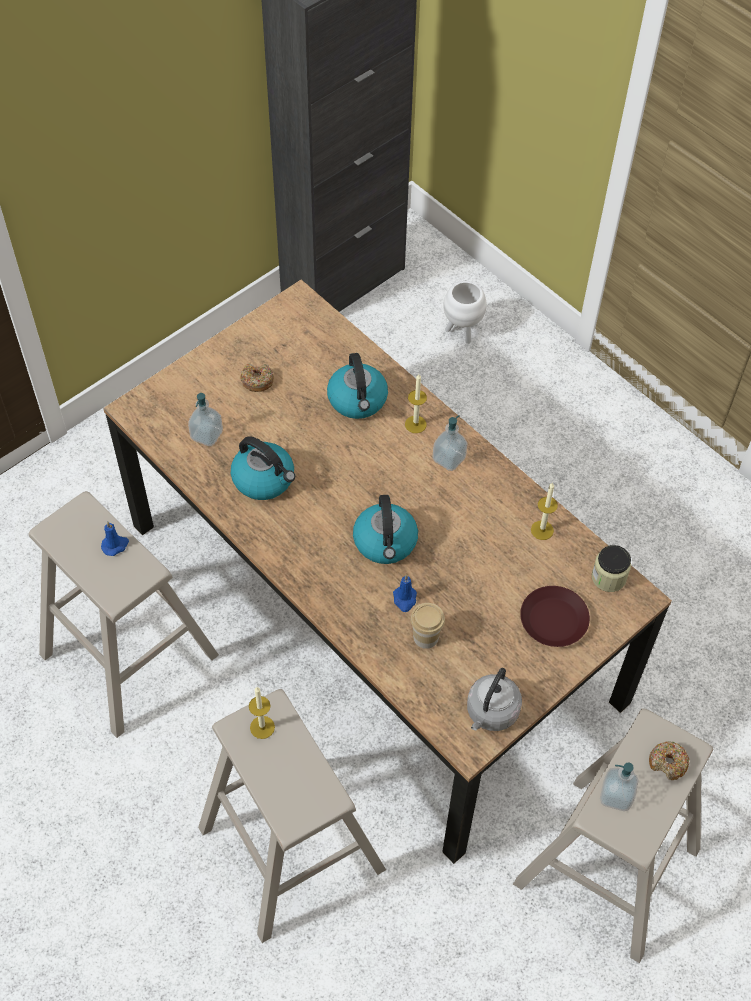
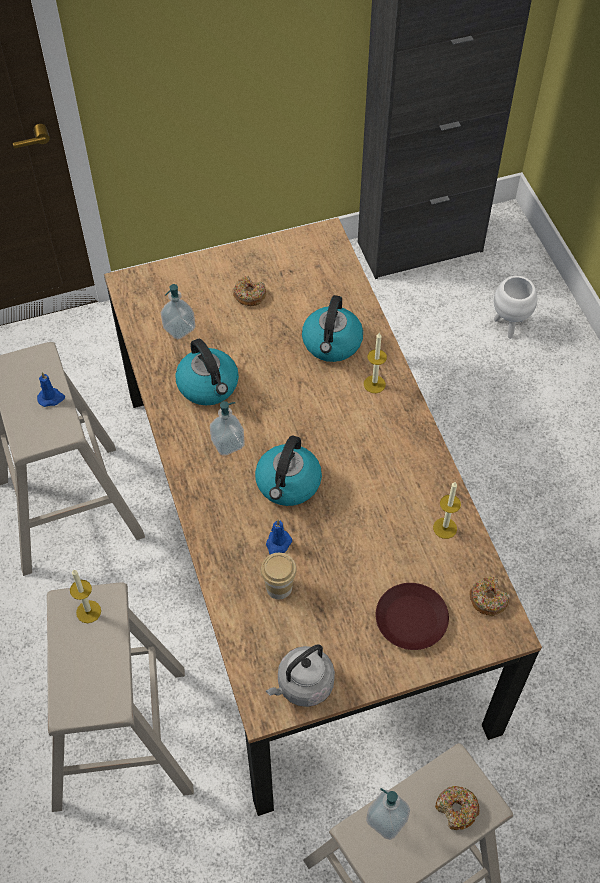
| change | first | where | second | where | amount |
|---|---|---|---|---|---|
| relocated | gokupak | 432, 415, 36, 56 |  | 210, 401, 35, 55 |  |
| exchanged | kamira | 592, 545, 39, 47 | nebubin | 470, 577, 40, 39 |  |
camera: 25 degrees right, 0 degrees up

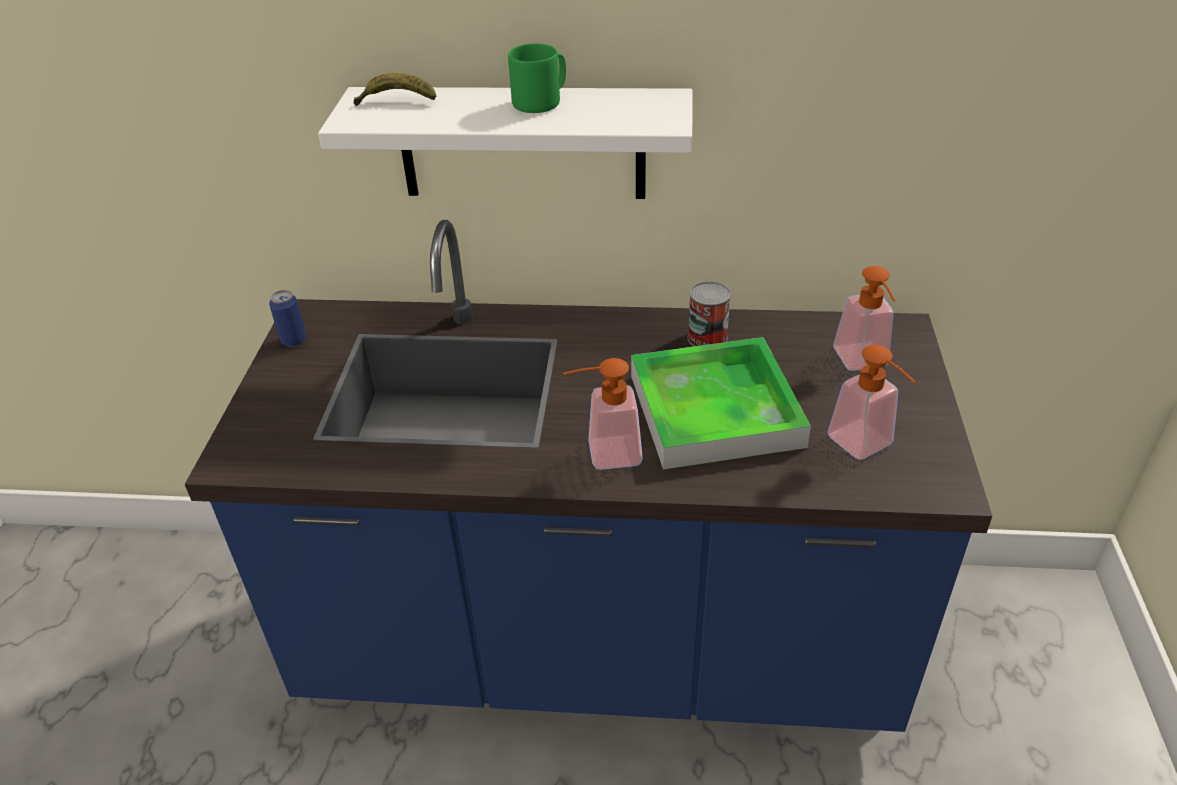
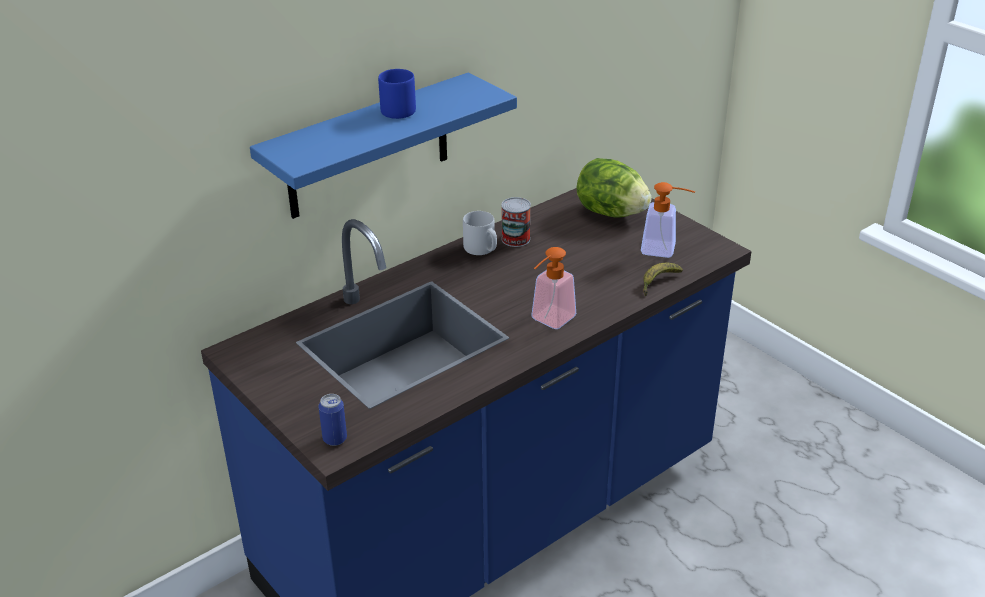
| change | first | where | second | where | amount |
|---|---|---|---|---|---|
| relocated | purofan | 269, 290, 37, 57 |  | 318, 394, 29, 52 |  |
| colour | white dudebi | 318, 87, 374, 112 | blue dudebi | 250, 73, 267, 146 |  |
| relocated | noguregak | 354, 73, 82, 33 |  | 643, 263, 40, 33 |  |
| colour | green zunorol | 508, 43, 58, 70 | blue zunorol | 378, 69, 38, 50 |  |
| missing | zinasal | 631, 337, 180, 133 |  |  |  |
| exchanged | gokupak | 833, 266, 63, 105 | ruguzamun | 576, 158, 75, 60 |  |
| appeared |  |  | grey zunorol | 463, 211, 34, 44 |  |
camera: 45 degrees left, 5 degrees down

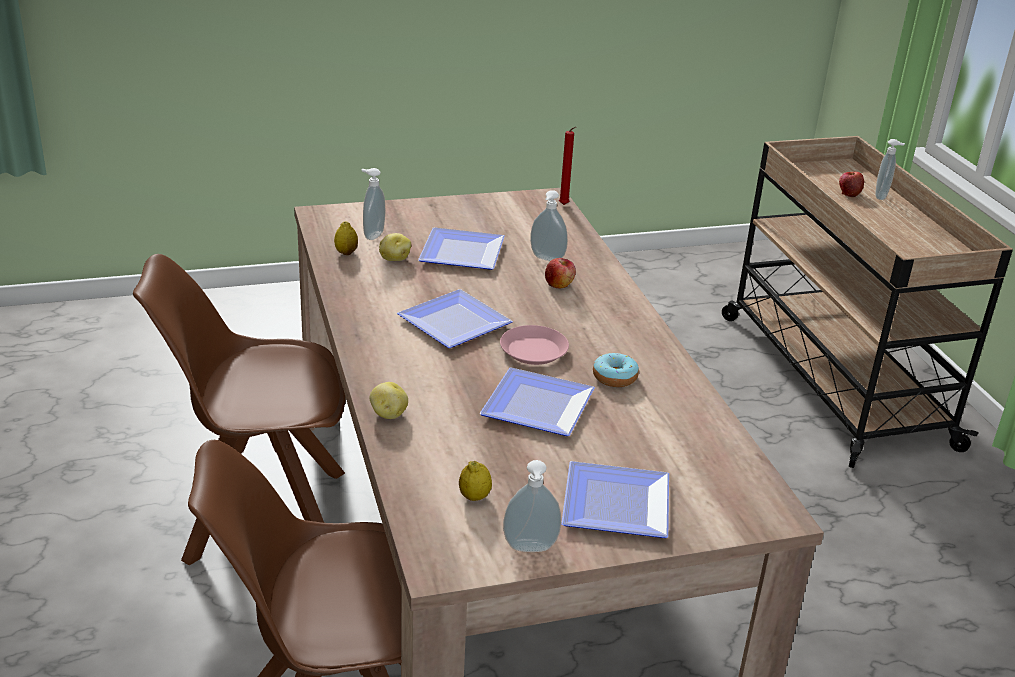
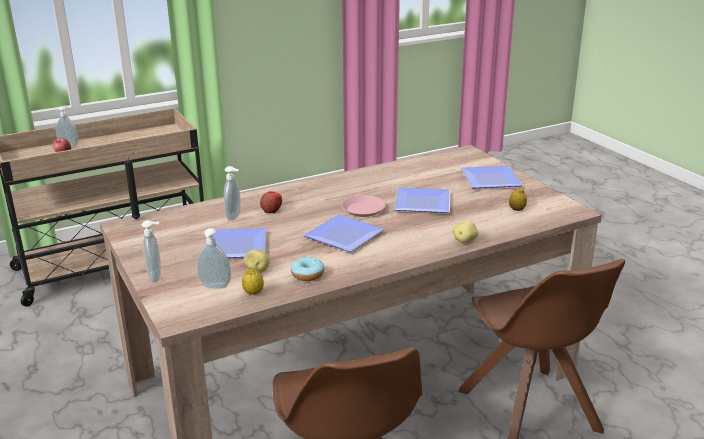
| change | first | where | second | where | amount |
|---|---|---|---|---|---|
| relocated | gokupak | 503, 460, 58, 92 |  | 142, 220, 19, 62 |  |
| colour | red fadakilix | 559, 127, 17, 78 | black fadakilix | 125, 152, 16, 67 |  |
| relocated | nebubin | 593, 353, 46, 34 |  | 291, 257, 33, 24 |  |
camera: 100 degrees left, 5 degrees down

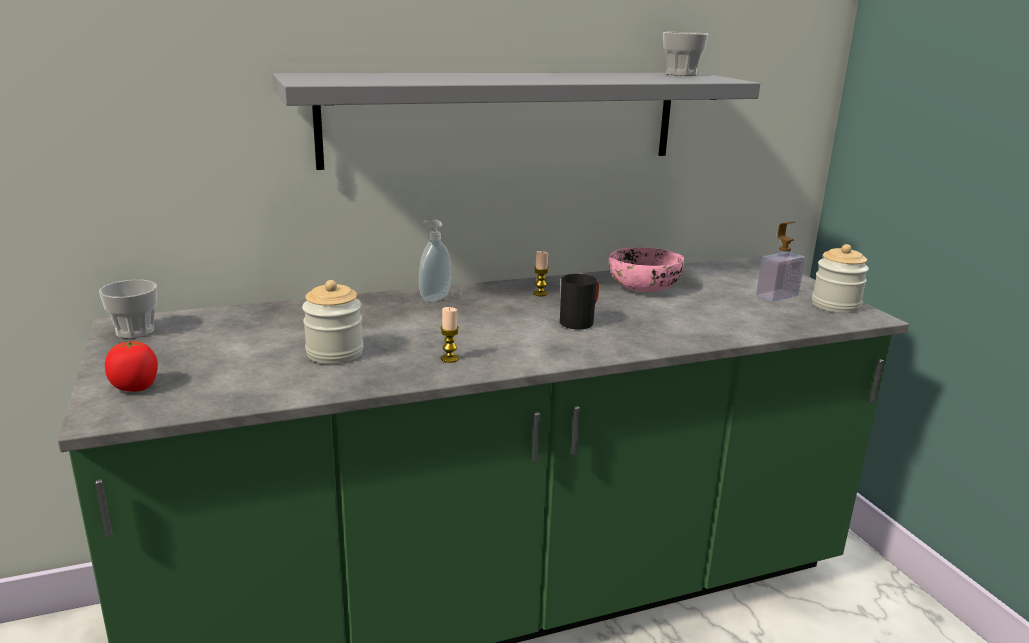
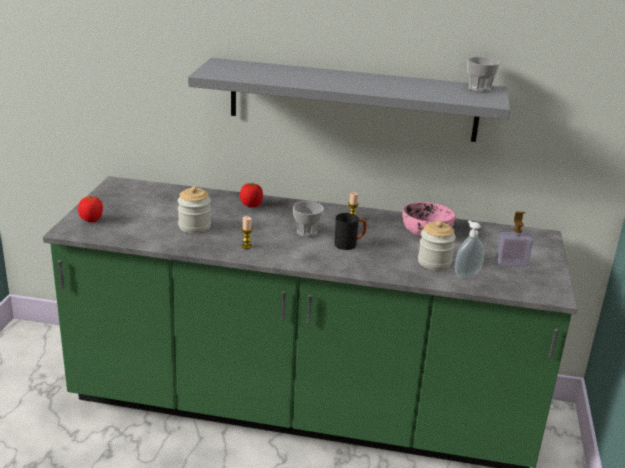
| change | first | where | second | where | amount |
|---|---|---|---|---|---|
| relocated | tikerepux | 99, 280, 58, 58 |  | 293, 201, 31, 36 |  |
| relocated | gokupak | 419, 220, 32, 82 |  | 455, 220, 29, 58 |  |
| relocated | kamira | 812, 244, 57, 69 |  | 418, 221, 38, 49 |  |
| appeared |  |  | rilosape | 240, 183, 23, 24 |  |
camera: 30 degrees right, 5 degrees up

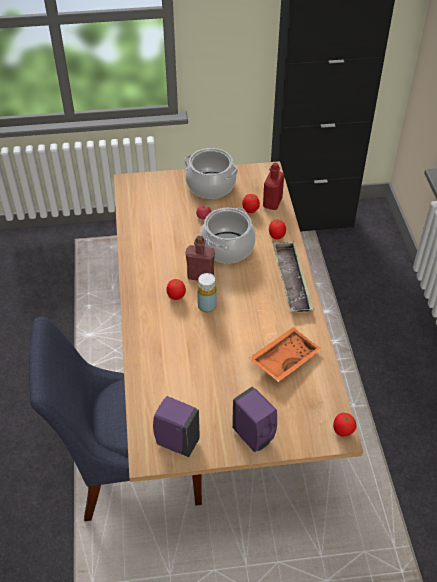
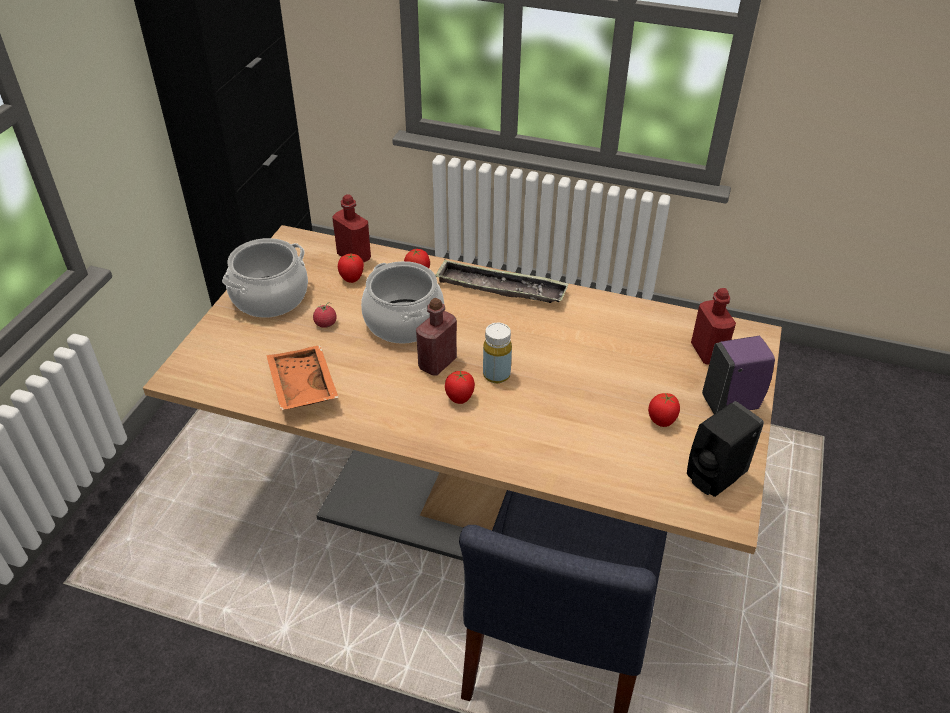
| change | first | where | second | where | amount |
|---|---|---|---|---|---|
| colour | purple gokupak | 153, 396, 47, 61 | black gokupak | 687, 401, 77, 96 |  |
| relocated | orange zinasal | 249, 327, 73, 55 |  | 266, 345, 73, 65 |  |
| relocated | rilosape | 333, 413, 23, 24 |  | 648, 393, 32, 34 |  |
| appeared |  |  | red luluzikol | 691, 288, 45, 77 |  |
camera: 65 degrees left, 5 degrees down

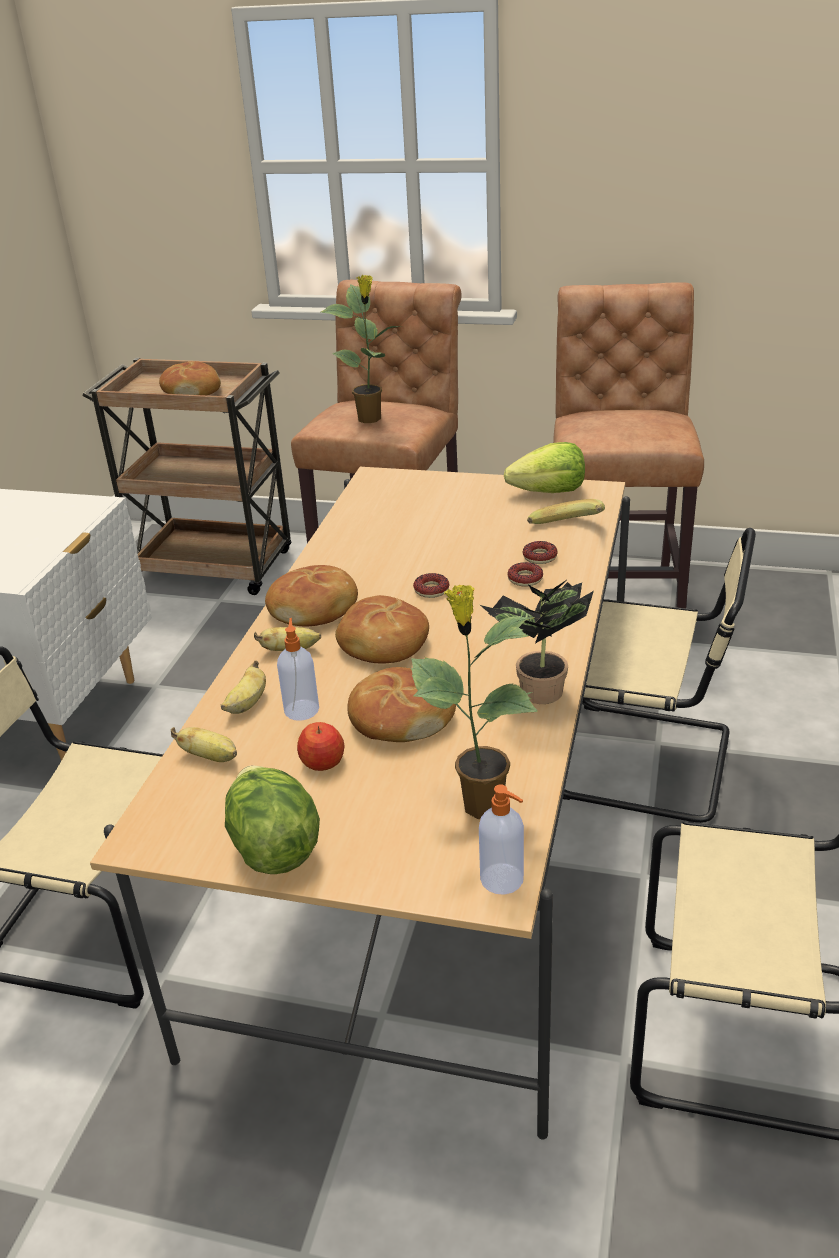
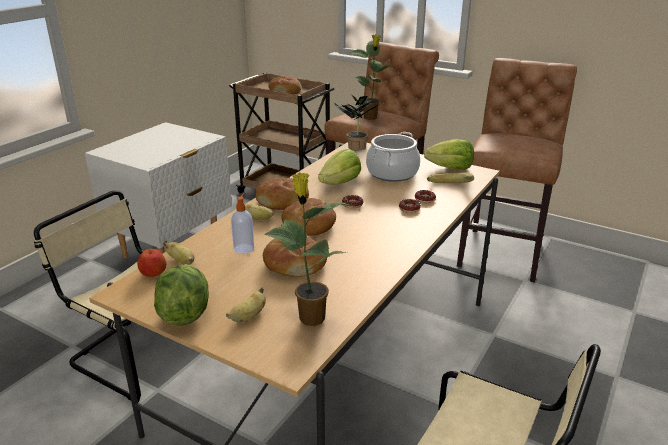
| change | first | where | second | where | amount |
|---|---|---|---|---|---|
| relocated | noguregak | 221, 660, 45, 54 |  | 226, 288, 40, 34 |  |
| relocated | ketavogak | 297, 722, 48, 49 |  | 137, 249, 29, 28 |  |
| missing | gokupak | 479, 784, 45, 111 |  |  |  |
| relocated | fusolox | 480, 581, 114, 123 |  | 333, 95, 46, 55 |  |
| missing | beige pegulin | 563, 528, 193, 295 |  |  |  |
| appeared |  |  | ruguzamun | 318, 149, 43, 36 |  |
| appeared |  |  | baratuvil | 366, 132, 54, 50 |  |
camera: 15 degrees right, 5 degrees down

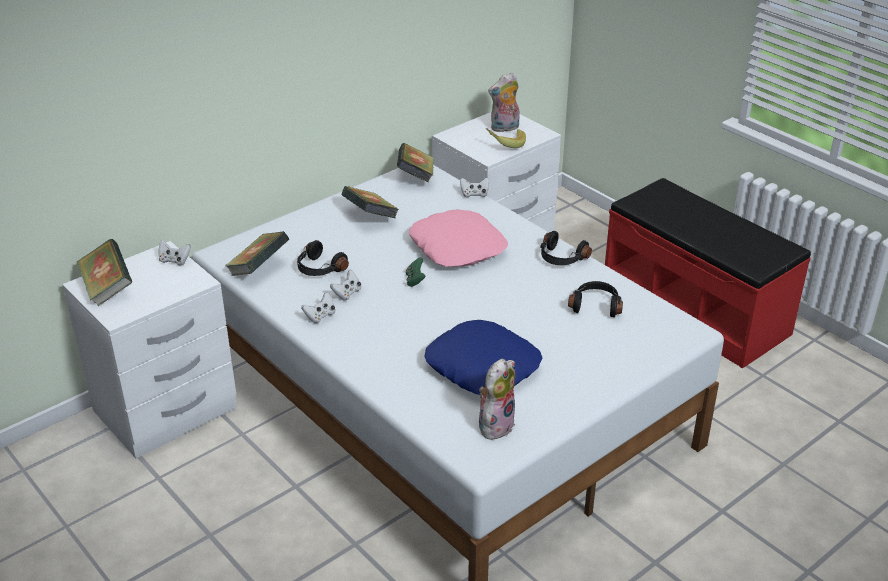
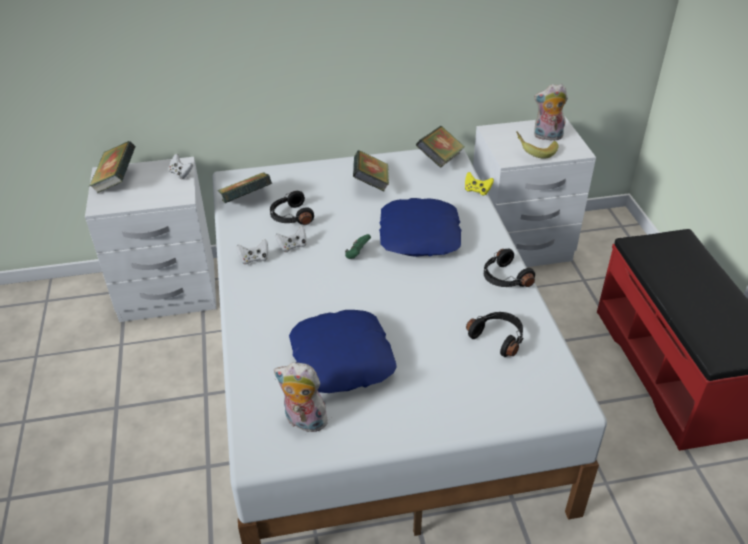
| change | first | where | second | where | amount |
|---|---|---|---|---|---|
| colour | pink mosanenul | 409, 209, 99, 58 | blue mosanenul | 379, 198, 82, 59 |  |
| colour | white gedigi | 460, 177, 29, 20 | yellow gedigi | 465, 172, 29, 23 |  |
| spun | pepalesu | 479, 359, 37, 81 |  | 274, 362, 57, 70 | 135 degrees counterclockwise |
camera: 30 degrees right, 5 degrees up

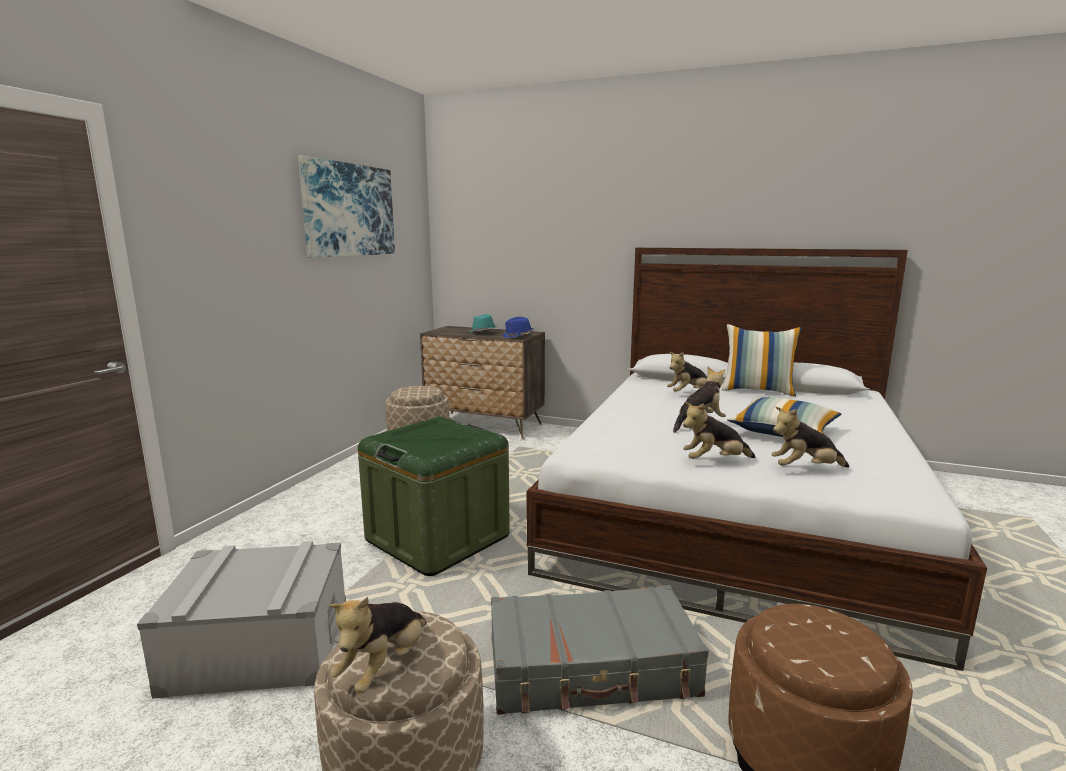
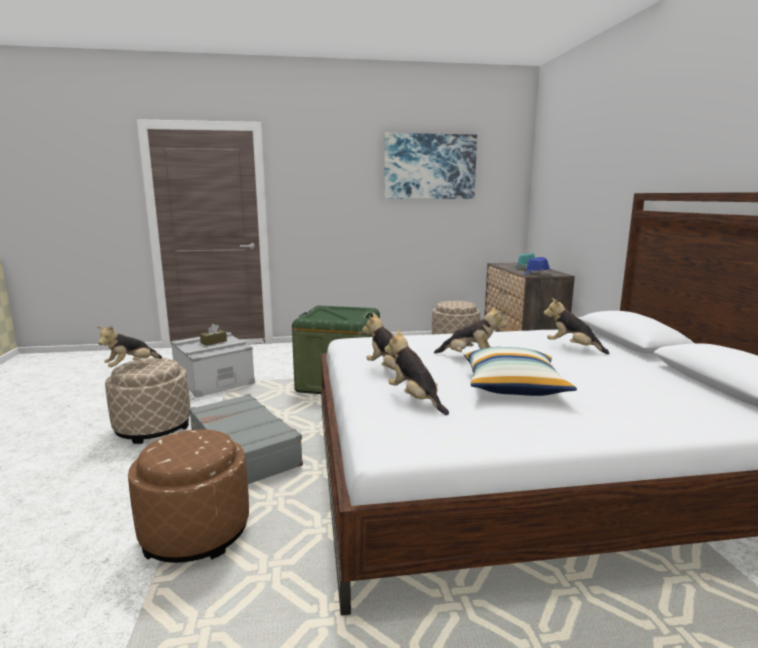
| change | first | where | second | where | amount |
|---|---|---|---|---|---|
| spun | pepalesu | 329, 597, 98, 96 |  | 97, 325, 65, 42 | 45 degrees counterclockwise |
| missing | mosanenul | 721, 324, 80, 72 |  |  |  |
| appeared |  |  | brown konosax | 200, 324, 27, 22 |  |
camera: 60 degrees right, 0 degrees up

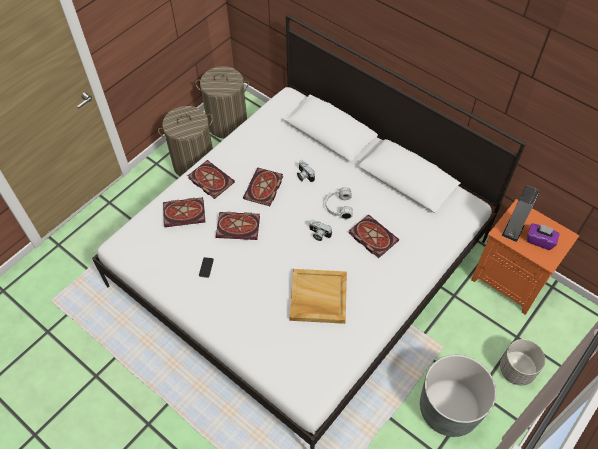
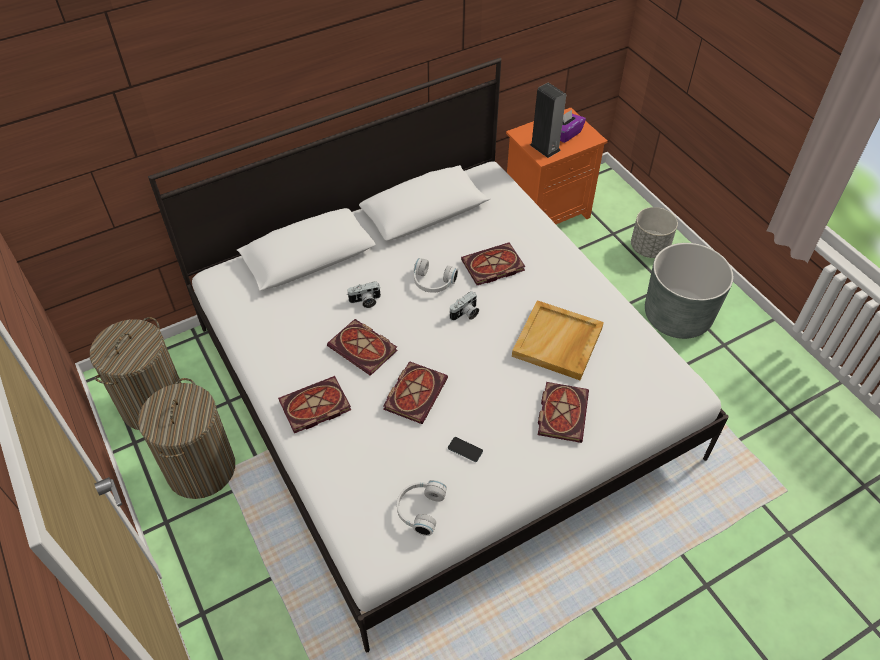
| change | first | where | second | where | amount |
|---|---|---|---|---|---|
| relocated | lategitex | 163, 197, 42, 30 |  | 538, 382, 51, 61 |  |
| appeared |  |  | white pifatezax | 397, 480, 50, 56 |  |
camera: 70 degrees left, 5 degrees down

